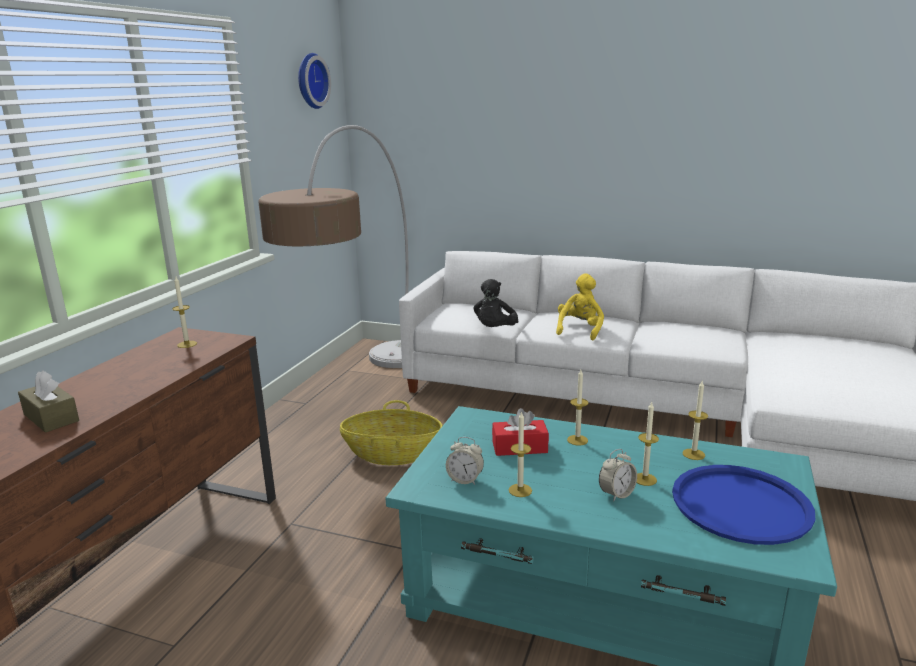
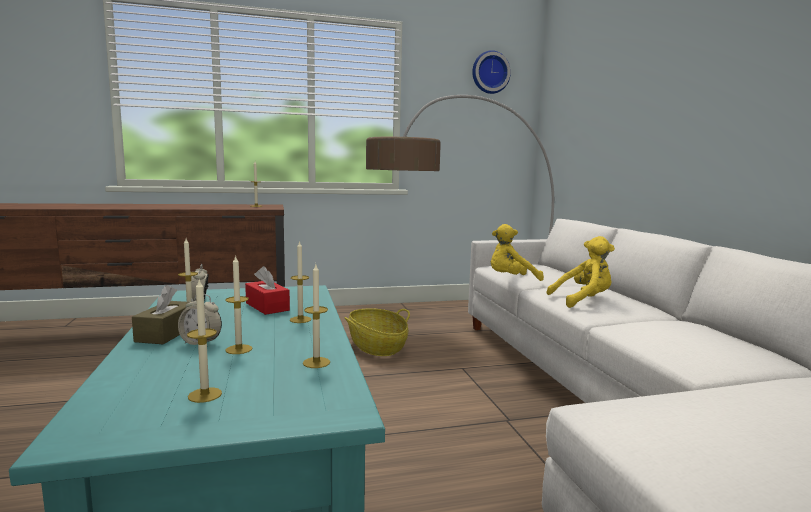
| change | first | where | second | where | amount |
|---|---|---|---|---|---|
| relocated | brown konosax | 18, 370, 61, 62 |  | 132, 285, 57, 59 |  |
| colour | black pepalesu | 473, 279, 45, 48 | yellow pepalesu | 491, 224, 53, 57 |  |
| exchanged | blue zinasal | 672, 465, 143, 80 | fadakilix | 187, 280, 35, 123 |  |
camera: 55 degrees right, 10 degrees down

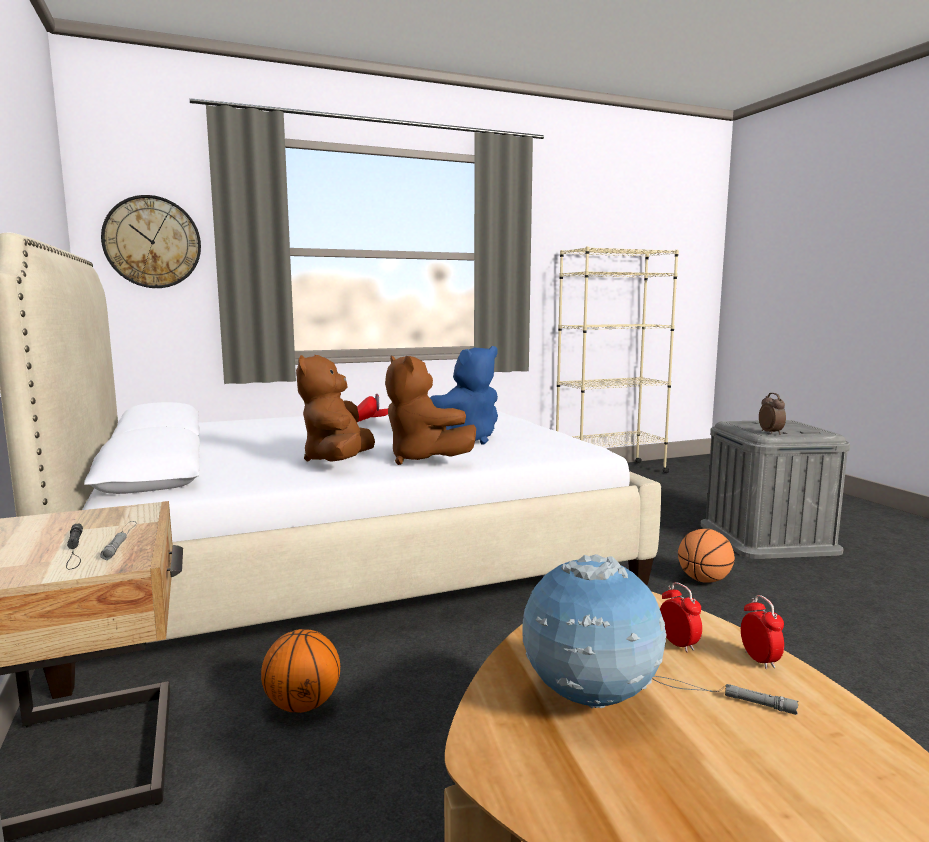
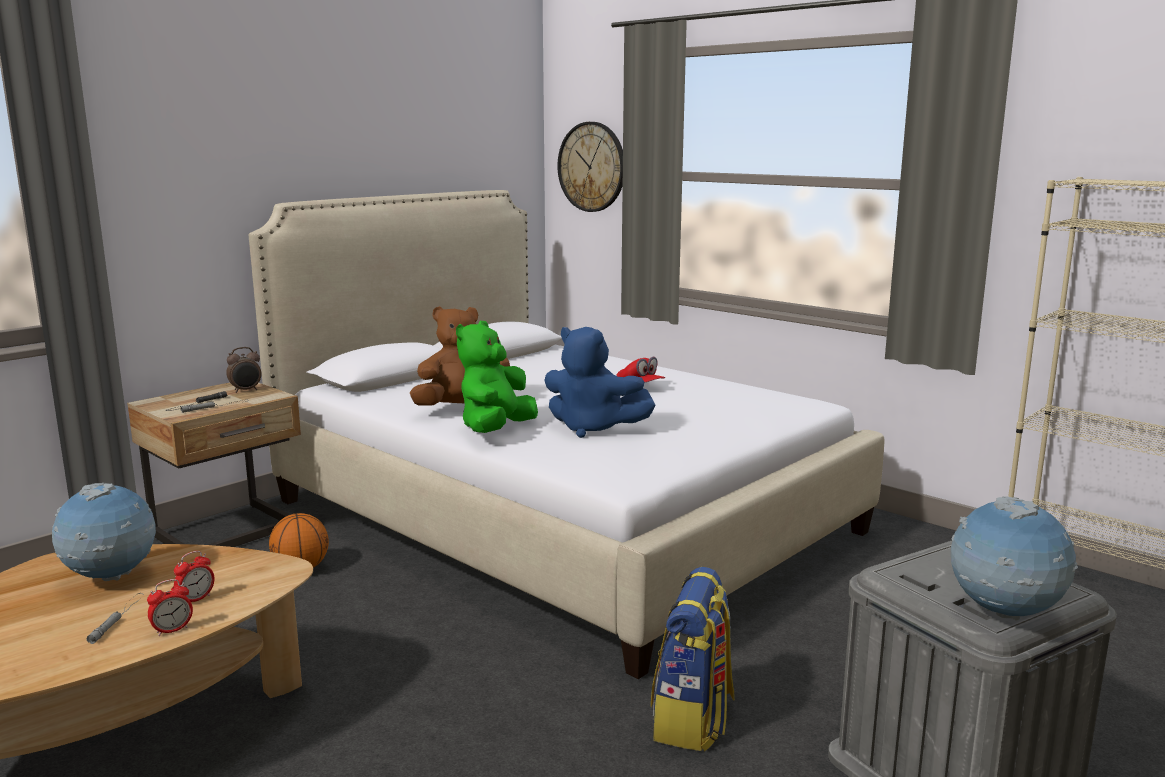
| change | first | where | second | where | amount |
|---|---|---|---|---|---|
| colour | brown pepalesu | 385, 356, 91, 109 | green pepalesu | 456, 321, 82, 112 |  |
| exchanged | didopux | 678, 529, 57, 54 | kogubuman | 651, 567, 84, 185 |  |
| relocated | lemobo | 759, 393, 27, 42 |  | 226, 347, 35, 46 |  |
| appeared |  |  | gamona | 951, 497, 127, 124 |  |
camera: 65 degrees right, 5 degrees up

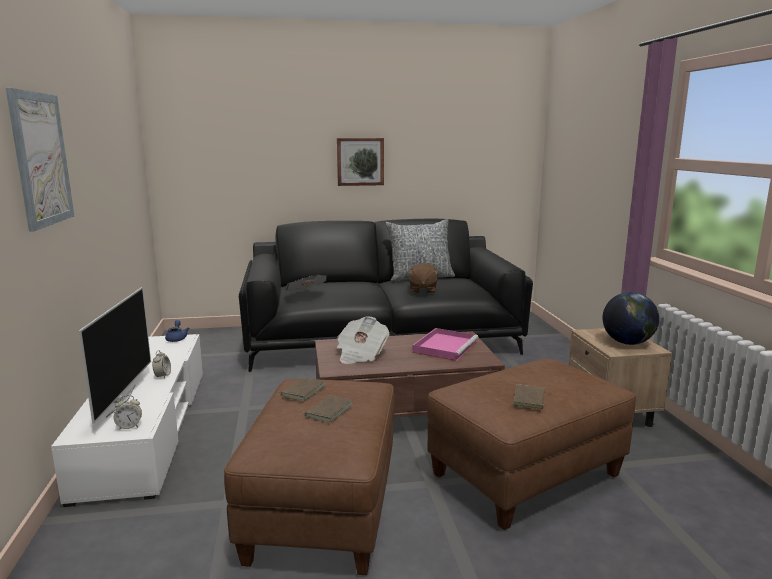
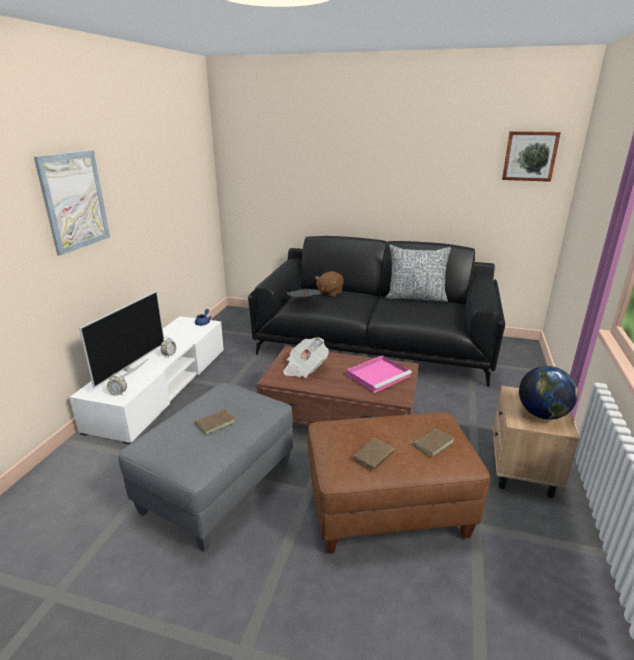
| change | first | where | second | where | amount |
|---|---|---|---|---|---|
| colour | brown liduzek | 224, 379, 171, 196 | grey liduzek | 118, 383, 175, 169 |  |
| relocated | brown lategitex | 274, 377, 52, 25 |  | 408, 428, 46, 29 |  |
| relocated | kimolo | 337, 138, 47, 48 |  | 502, 131, 59, 51 |  |
| relocated | brown pepalesu | 408, 263, 31, 31 |  | 315, 271, 29, 26 |  |
camera: 25 degrees right, 10 degrees up

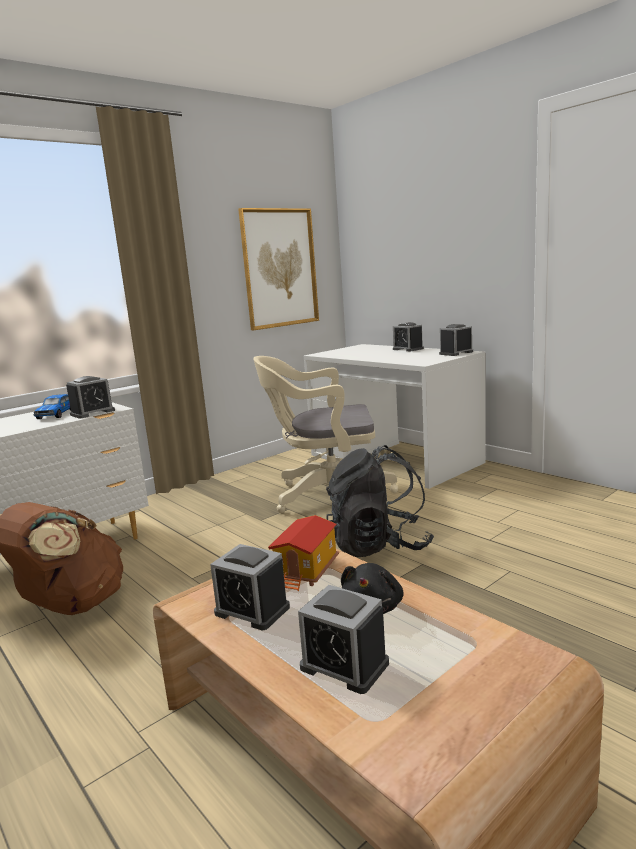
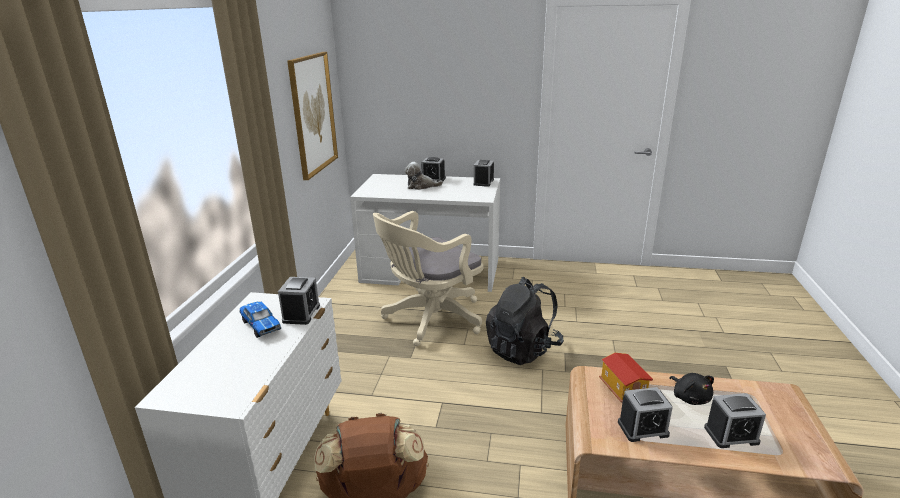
| change | first | where | second | where | amount |
|---|---|---|---|---|---|
| appeared |  |  | pepalesu | 404, 162, 39, 28 |  |
camera: 40 degrees left, 10 degrees up

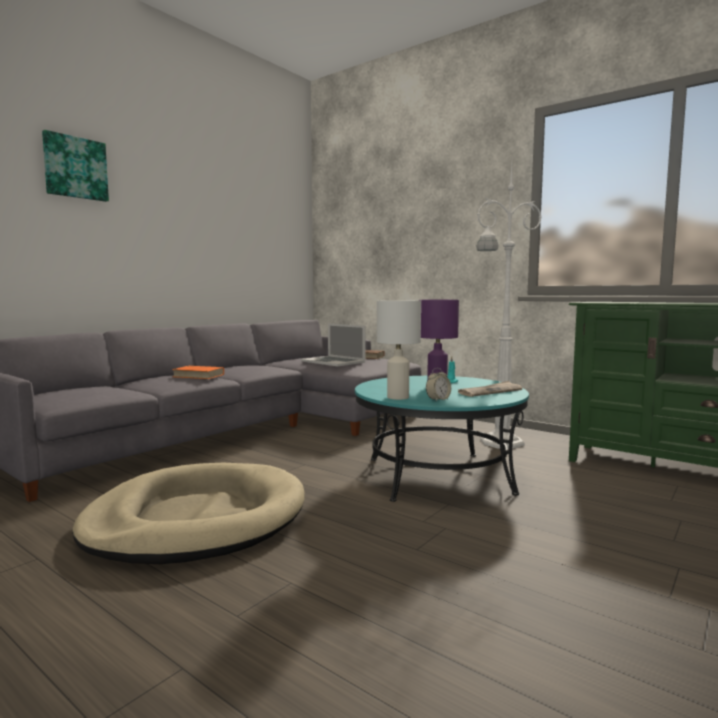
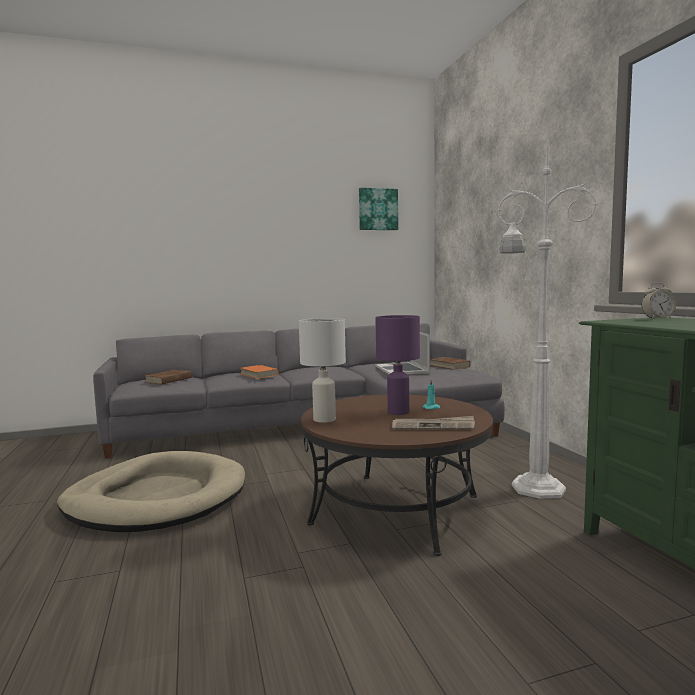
| change | first | where | second | where | amount |
|---|---|---|---|---|---|
| relocated | kimolo | 42, 130, 67, 72 |  | 359, 188, 39, 42 |  |
| colour | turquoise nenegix | 355, 376, 174, 126 | brown nenegix | 301, 395, 192, 161 |  |
| relocated | lemobo | 426, 368, 25, 33 |  | 641, 282, 35, 37 |  |
| appeared |  |  | brown lategitex | 145, 370, 48, 15 |  |
camera: 35 degrees right, 0 degrees up

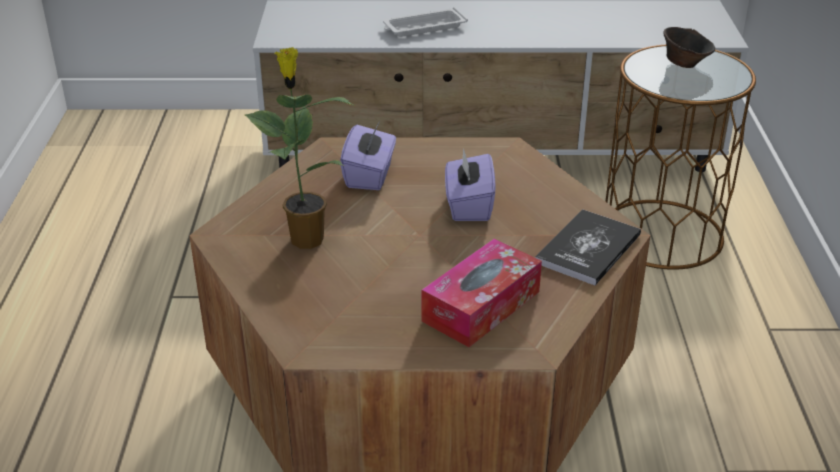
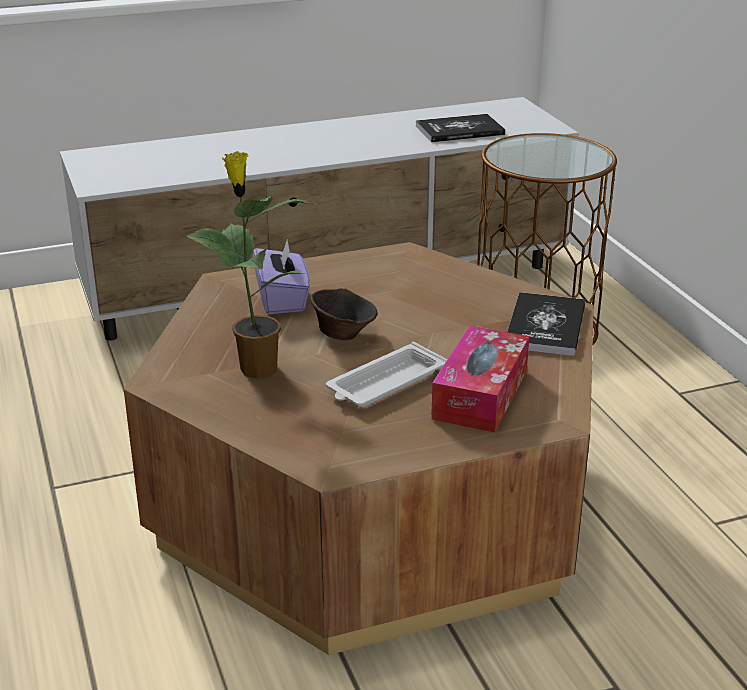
| change | first | where | second | where | amount |
|---|---|---|---|---|---|
| relocated | white zinasal | 383, 7, 85, 30 |  | 326, 342, 121, 65 |  |
| missing | purple konosax | 445, 149, 51, 72 |  |  |  |
| relocated | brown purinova | 663, 27, 52, 41 |  | 310, 288, 68, 52 |  |
| appeared |  |  | lategitex | 416, 114, 89, 28 |  |
camera: 20 degrees left, 5 degrees down

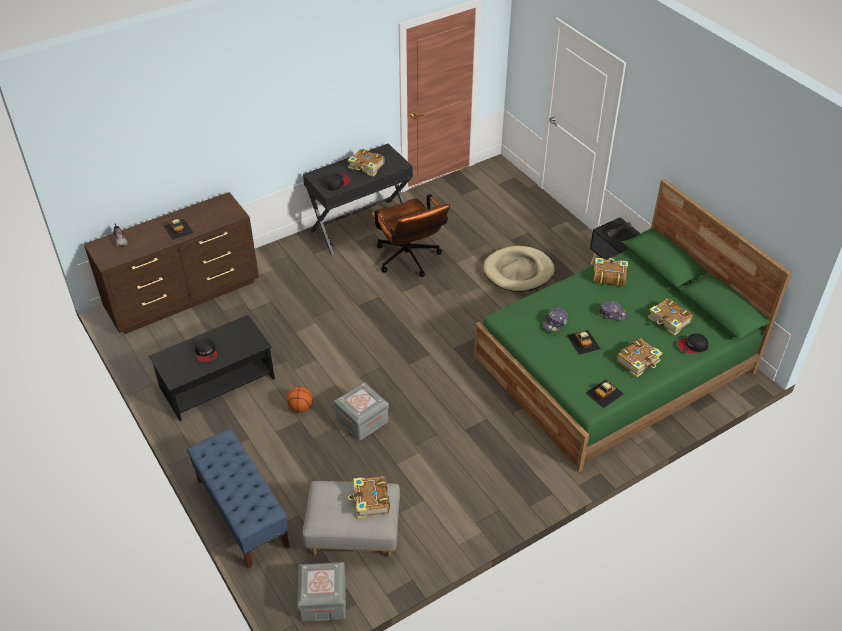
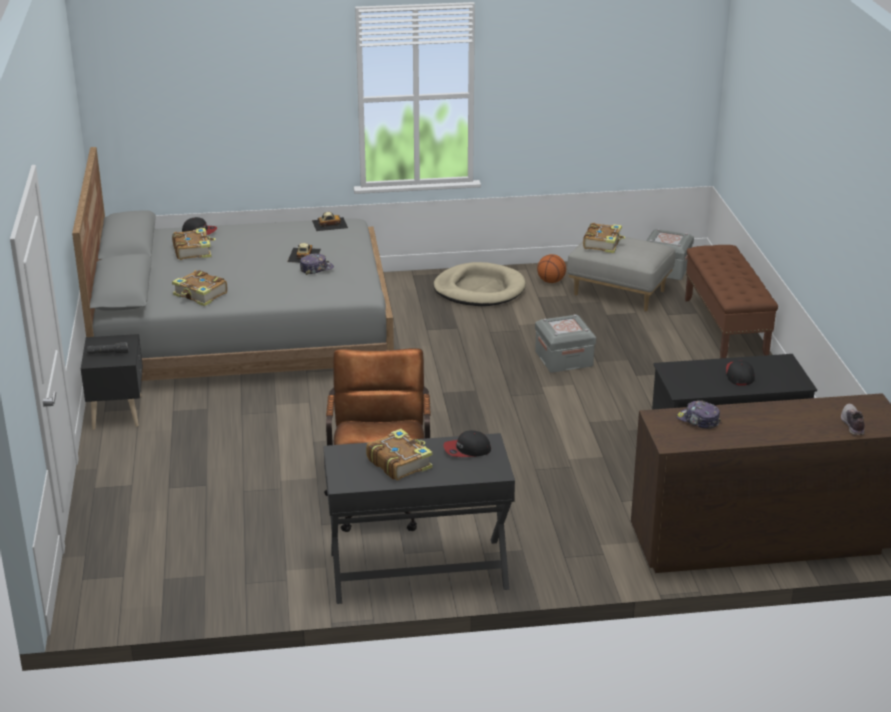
| change | first | where | second | where | amount |
|---|---|---|---|---|---|
| missing | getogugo | 163, 219, 30, 21 |  |  |  |
| colour | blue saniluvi | 187, 429, 103, 140 | brown saniluvi | 685, 245, 93, 113 |  |
| relocated | didopux | 287, 386, 26, 26 |  | 537, 254, 29, 29 |  |
| colour | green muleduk | 474, 179, 318, 293 | grey muleduk | 72, 147, 322, 234 |  |
| relocated | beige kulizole | 484, 246, 71, 46 |  | 433, 262, 93, 44 |  |
| relocated | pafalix | 599, 301, 28, 19 |  | 677, 401, 44, 28 |  |
| missing | lategitex | 616, 338, 46, 40 |  |  |  |
camera: 155 degrees left, 15 degrees down

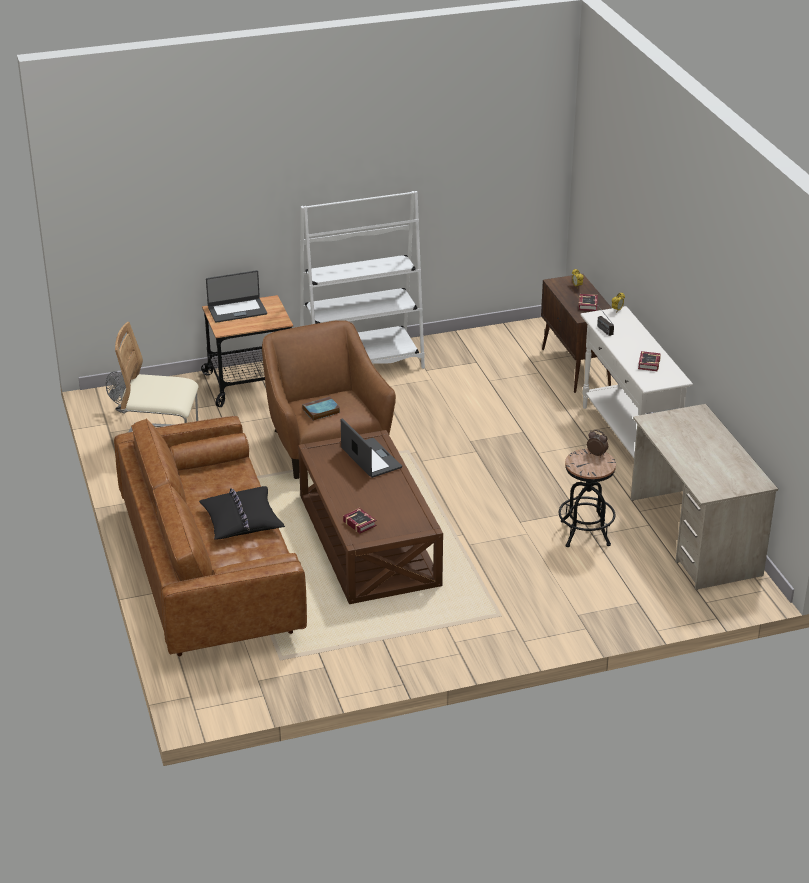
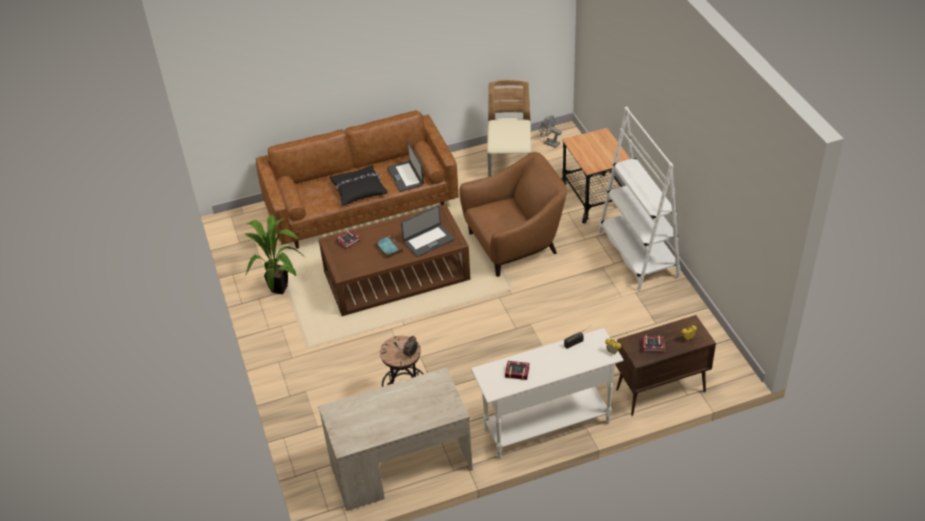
| change | first | where | second | where | amount |
|---|---|---|---|---|---|
| relocated | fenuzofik | 206, 270, 61, 53 |  | 387, 142, 37, 50 |  |
| relocated | lategitex | 302, 397, 38, 24 |  | 376, 235, 27, 24 |  |
| appeared |  |  | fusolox | 245, 214, 61, 80 |  |
camera: 90 degrees right, 10 degrees up

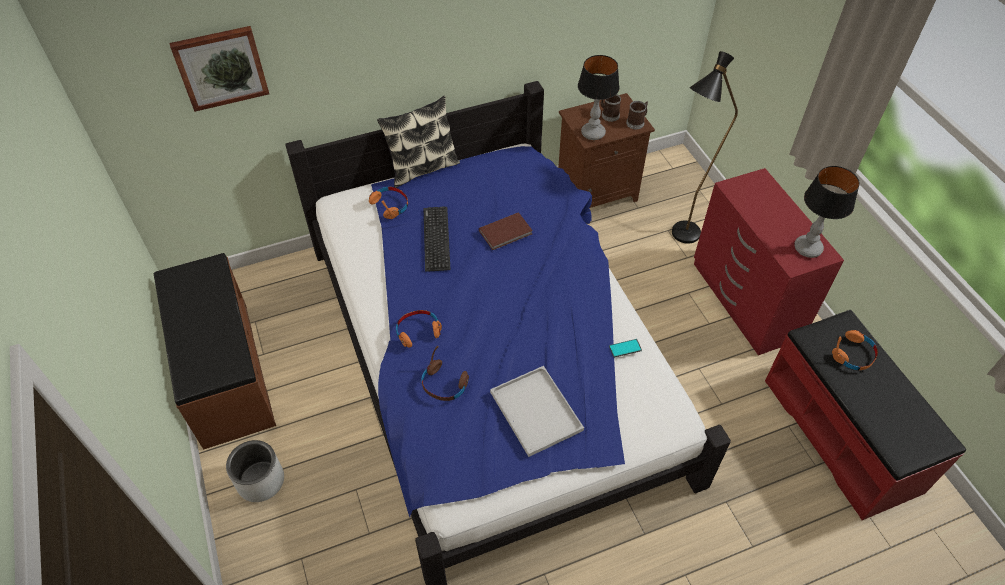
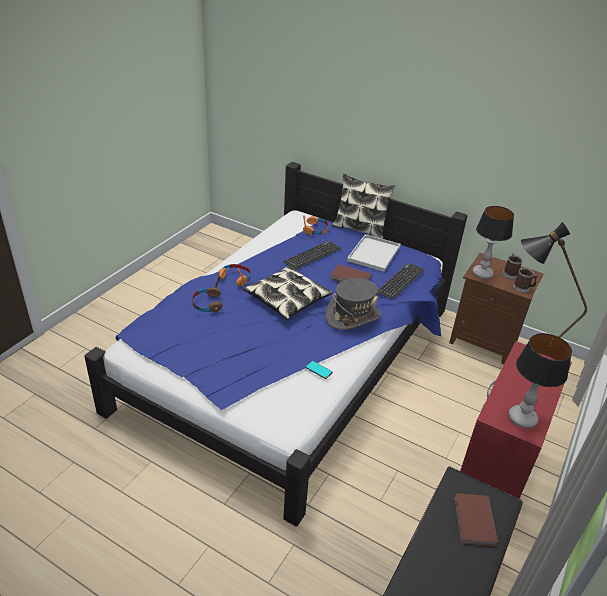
| change | first | where | second | where | amount |
|---|---|---|---|---|---|
| missing | brown saniluvi | 154, 253, 122, 197 |  |  |  |
| missing | kimolo | 169, 26, 100, 86 |  |  |  |
| missing | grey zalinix | 226, 440, 58, 62 |  |  |  |
| relocated | white zinasal | 490, 366, 94, 91 |  | 347, 234, 54, 38 |  |
| exchanged | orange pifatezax | 832, 330, 46, 40 | brown lategitex | 454, 493, 44, 53 |  |
| appeared |  |  | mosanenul | 243, 265, 90, 55 |  |
| appeared |  |  | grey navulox | 326, 278, 55, 51 |  |
| appeared |  |  | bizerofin | 377, 263, 47, 37 |  |
camera: 50 degrees right, 15 degrees down

